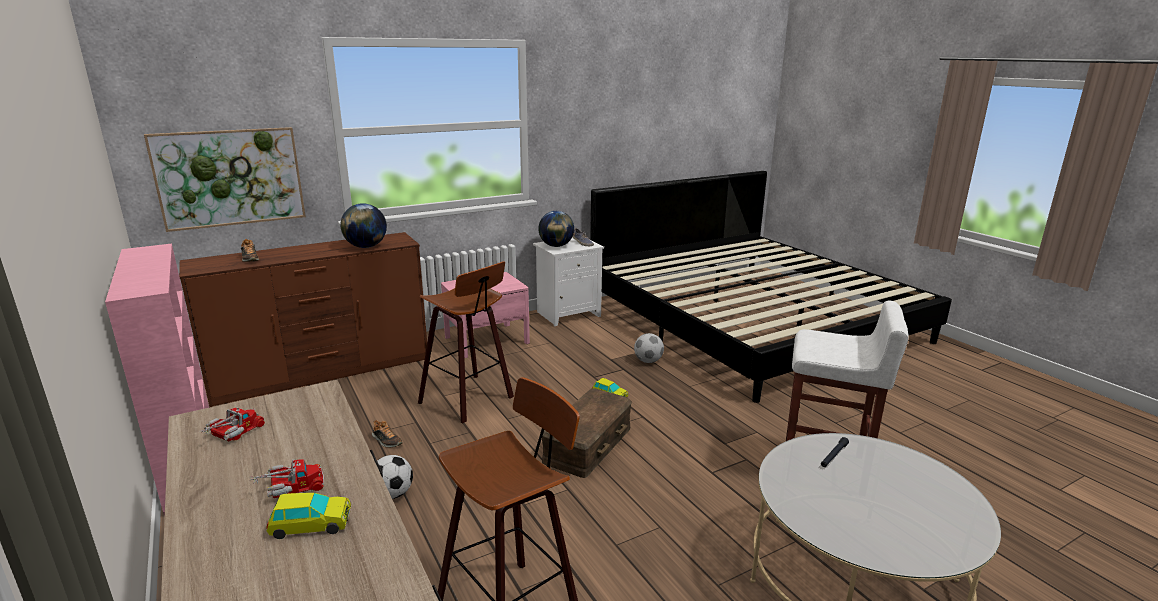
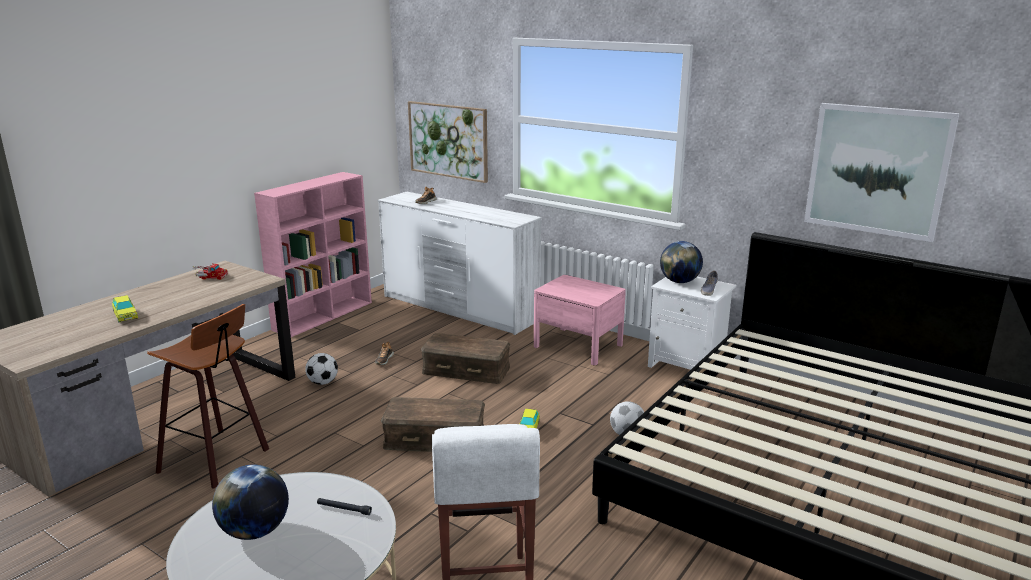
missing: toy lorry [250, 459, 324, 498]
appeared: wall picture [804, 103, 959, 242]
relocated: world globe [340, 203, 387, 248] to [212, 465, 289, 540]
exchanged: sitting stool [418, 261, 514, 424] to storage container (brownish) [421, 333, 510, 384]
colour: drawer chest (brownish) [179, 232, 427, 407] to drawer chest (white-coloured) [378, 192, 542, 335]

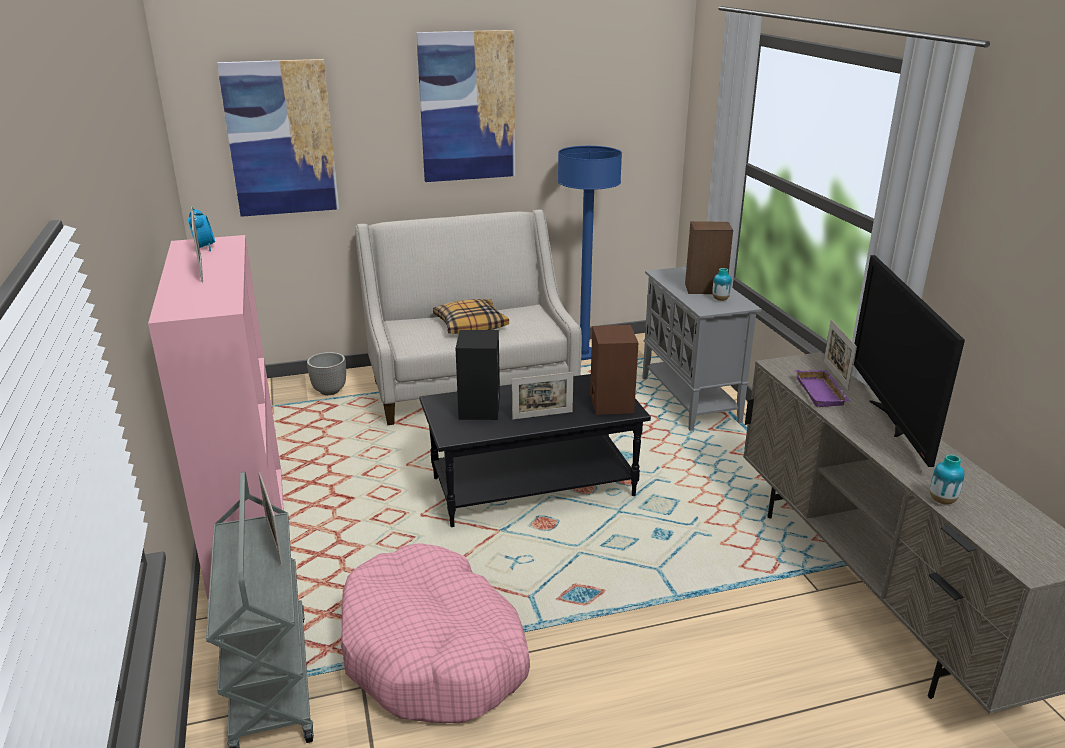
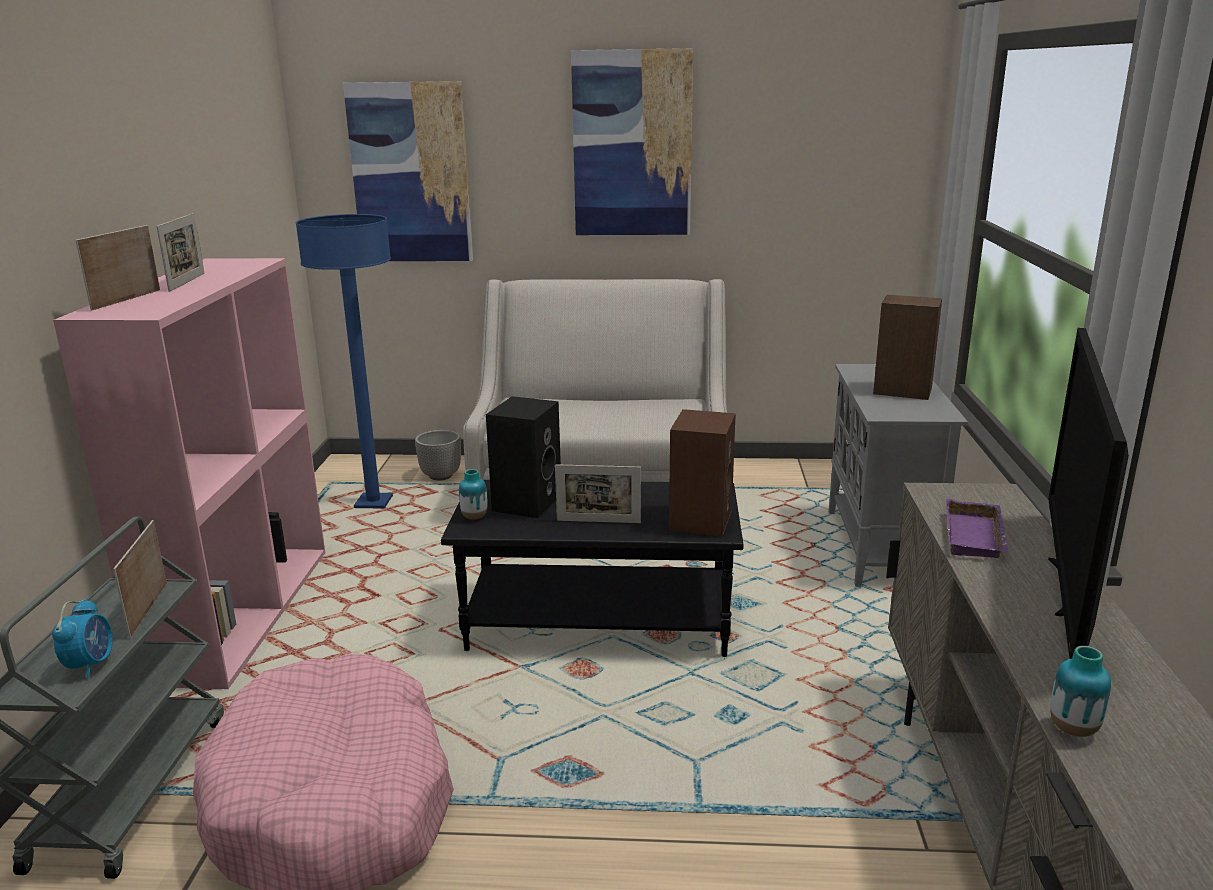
missing: cushion [433, 299, 509, 334]
relocated: table clock [187, 207, 215, 251] to [52, 598, 113, 678]; floor lamp (blue-coloured) [558, 146, 622, 360] to [295, 214, 393, 509]; decorative vase [713, 268, 732, 301] to [459, 469, 488, 519]; photo frame [824, 320, 857, 391] to [76, 225, 160, 311]

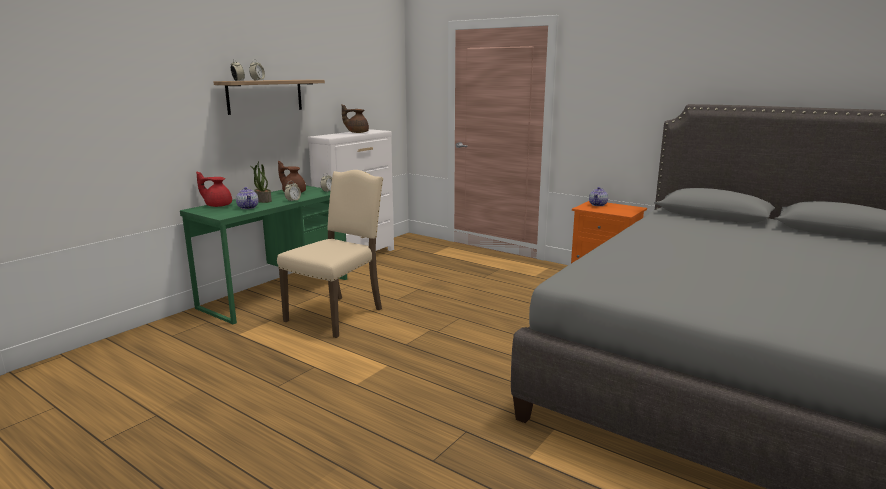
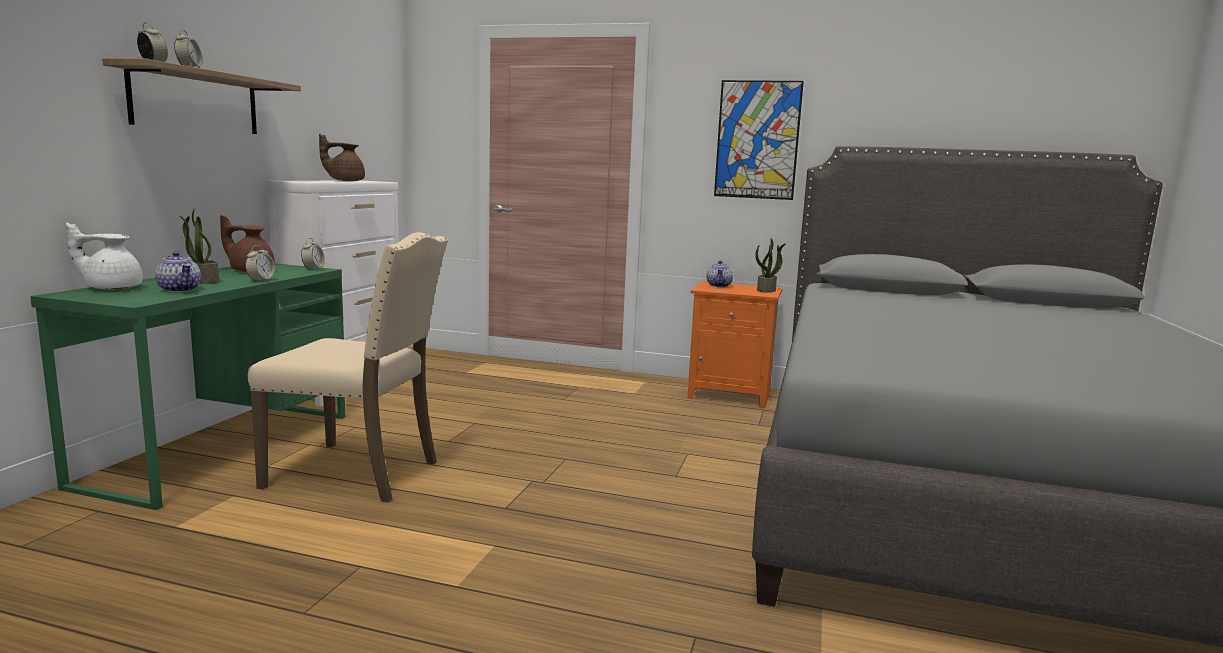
appeared: wall picture [714, 80, 804, 200]; houseplant [755, 238, 785, 293]
colour: pot for tea (red) [196, 171, 232, 207] to pot for tea (white-coloured) [66, 223, 143, 290]
spun: plain chair (beige) [277, 170, 383, 338] = [248, 232, 448, 502] 90 degrees clockwise

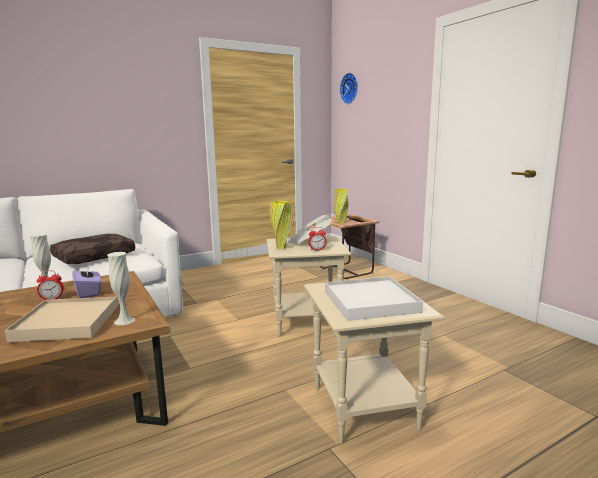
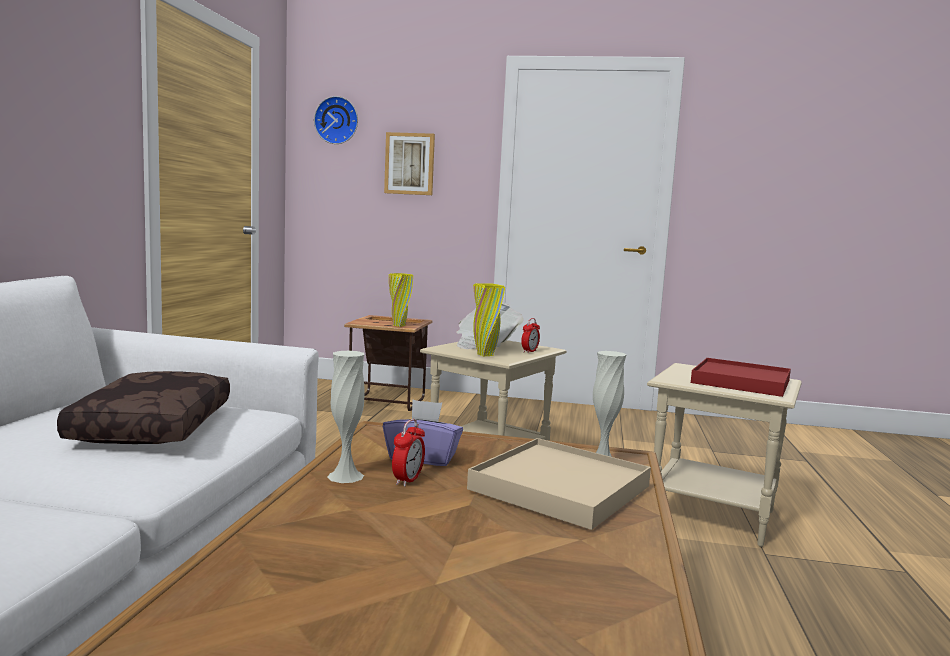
appeared: wall picture [384, 132, 435, 195]
colour: carrying tray (white-coloured) [325, 277, 423, 321] to carrying tray (red) [691, 358, 791, 397]

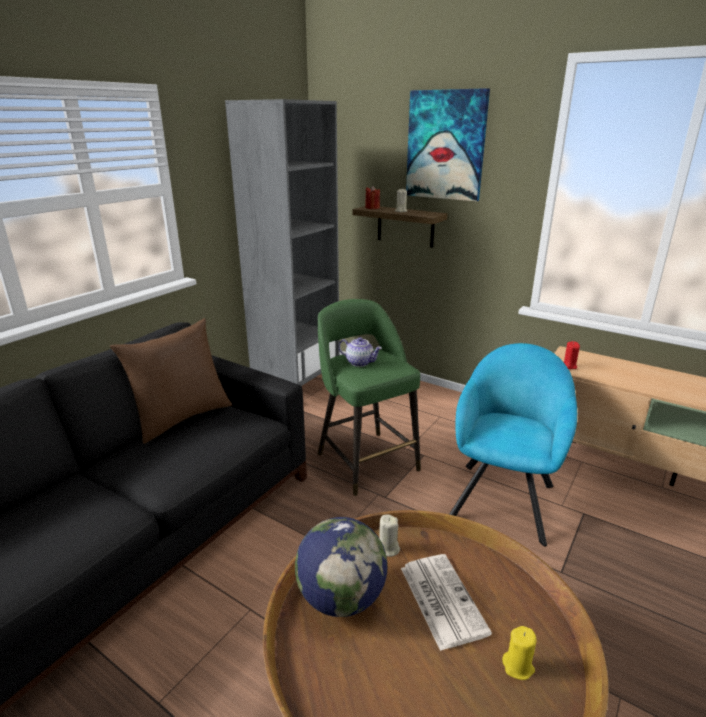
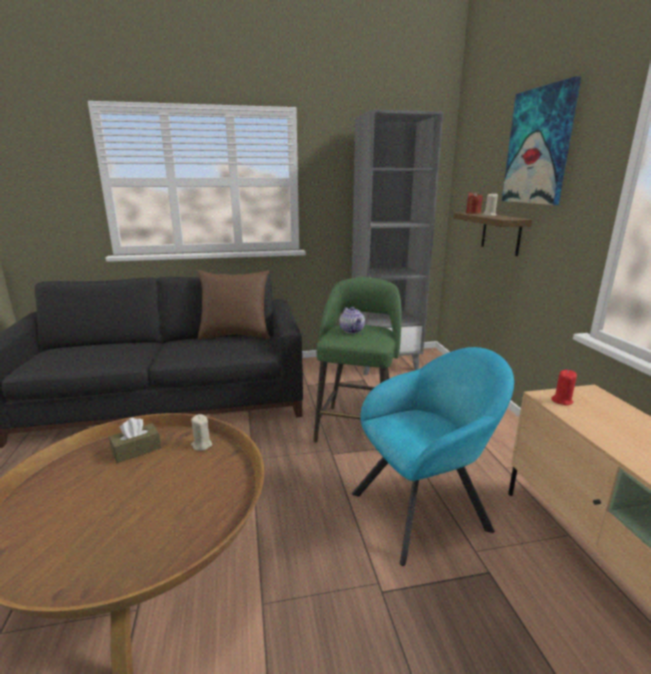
missing: newspaper [401, 554, 492, 651]; candle (yellowish) [502, 626, 536, 680]
exchanged: world globe [295, 517, 387, 617] to tissue holder (brownish) [109, 417, 161, 463]

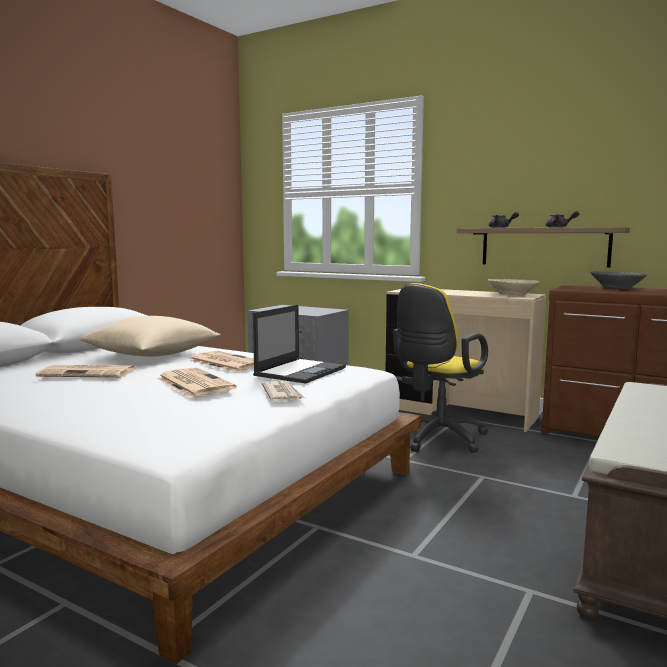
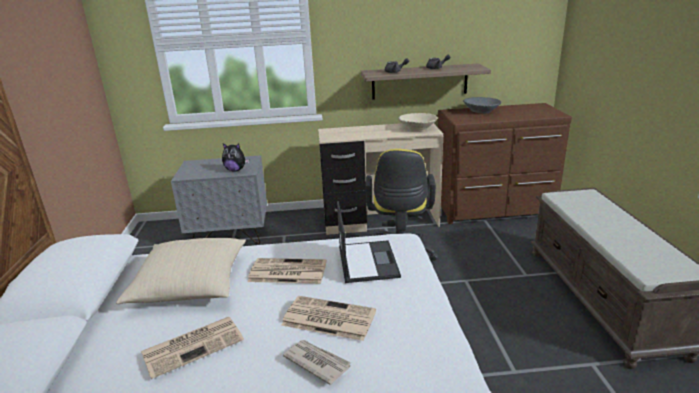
appeared: soft toy [222, 143, 249, 171]
relocated: newspaper [262, 381, 305, 401] to [283, 340, 351, 385]

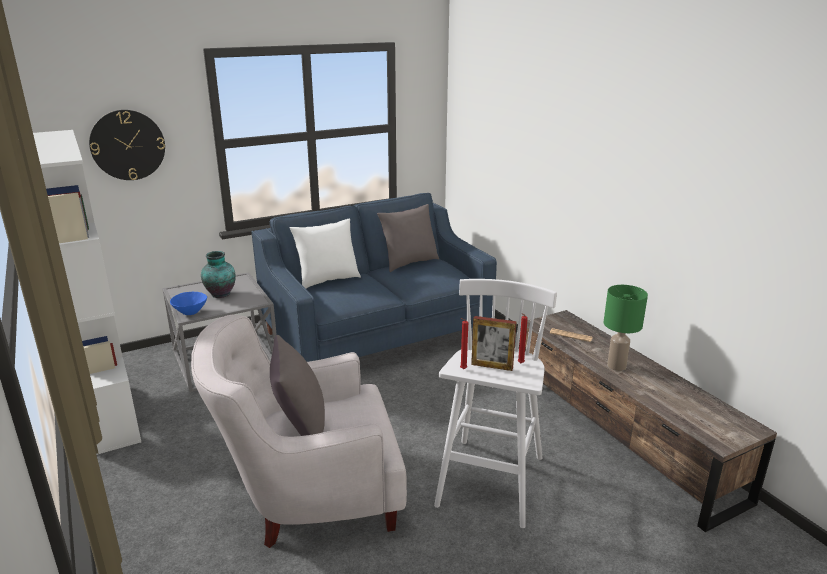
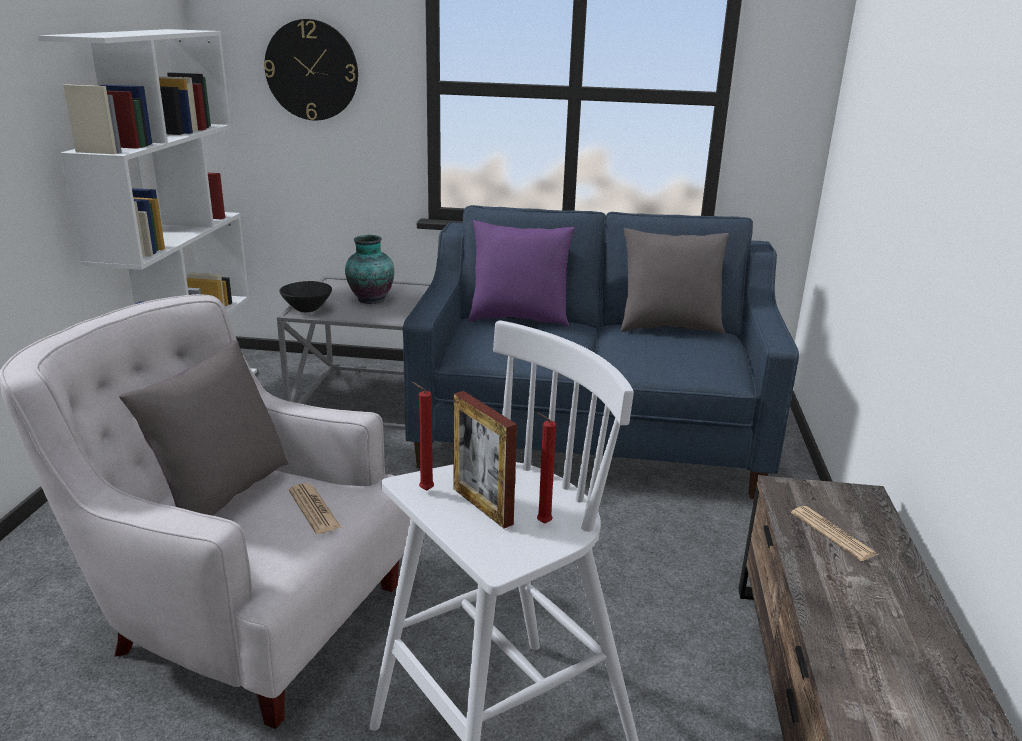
missing: table lamp (green) [603, 285, 648, 371]
appeared: newspaper [289, 483, 342, 534]
colour: serving bowl (blue-coloured) [170, 292, 207, 315] to serving bowl (black) [279, 281, 332, 312]; cushion (white-coloured) [290, 219, 361, 289] to cushion (purple) [469, 220, 575, 327]

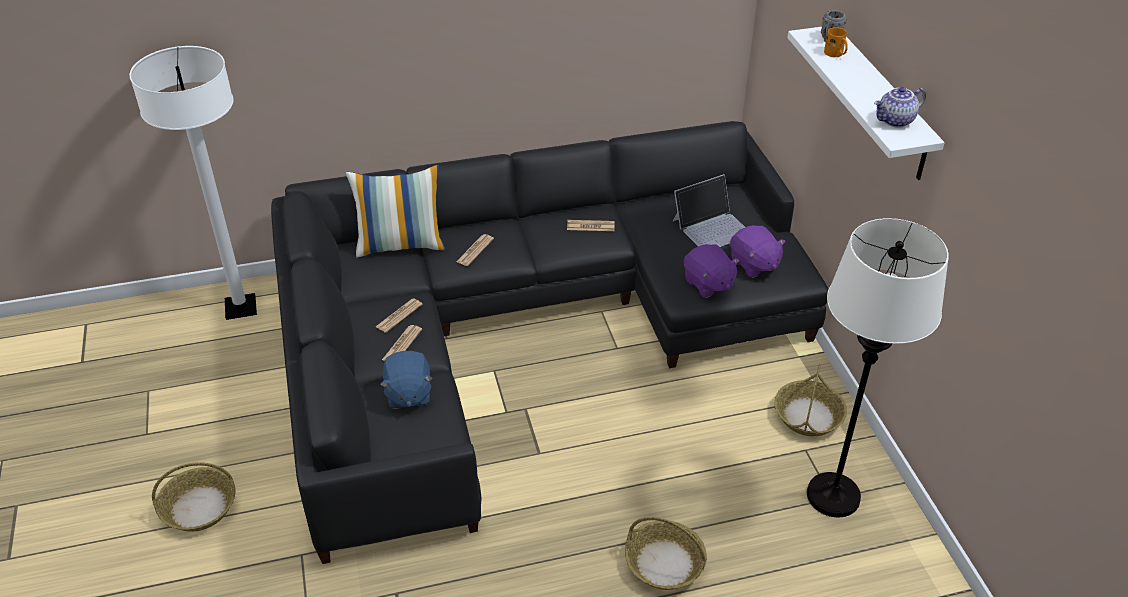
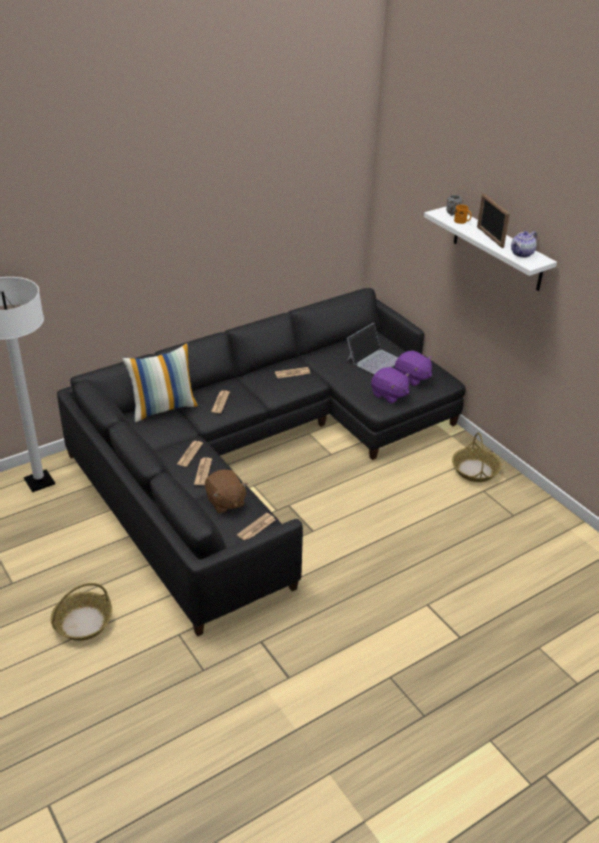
missing: household basket [625, 517, 707, 590]; floor lamp (white-coloured) [807, 218, 949, 517]
appeared: newspaper [237, 513, 275, 540]; photo frame [477, 194, 510, 248]
colour: soft toy (blue-coloured) [380, 351, 433, 409] to soft toy (brownish) [205, 470, 248, 514]

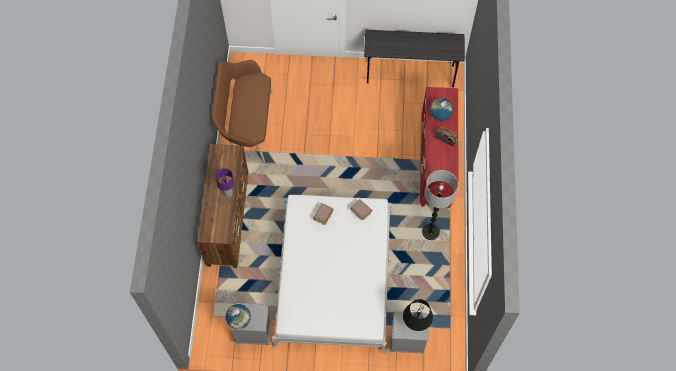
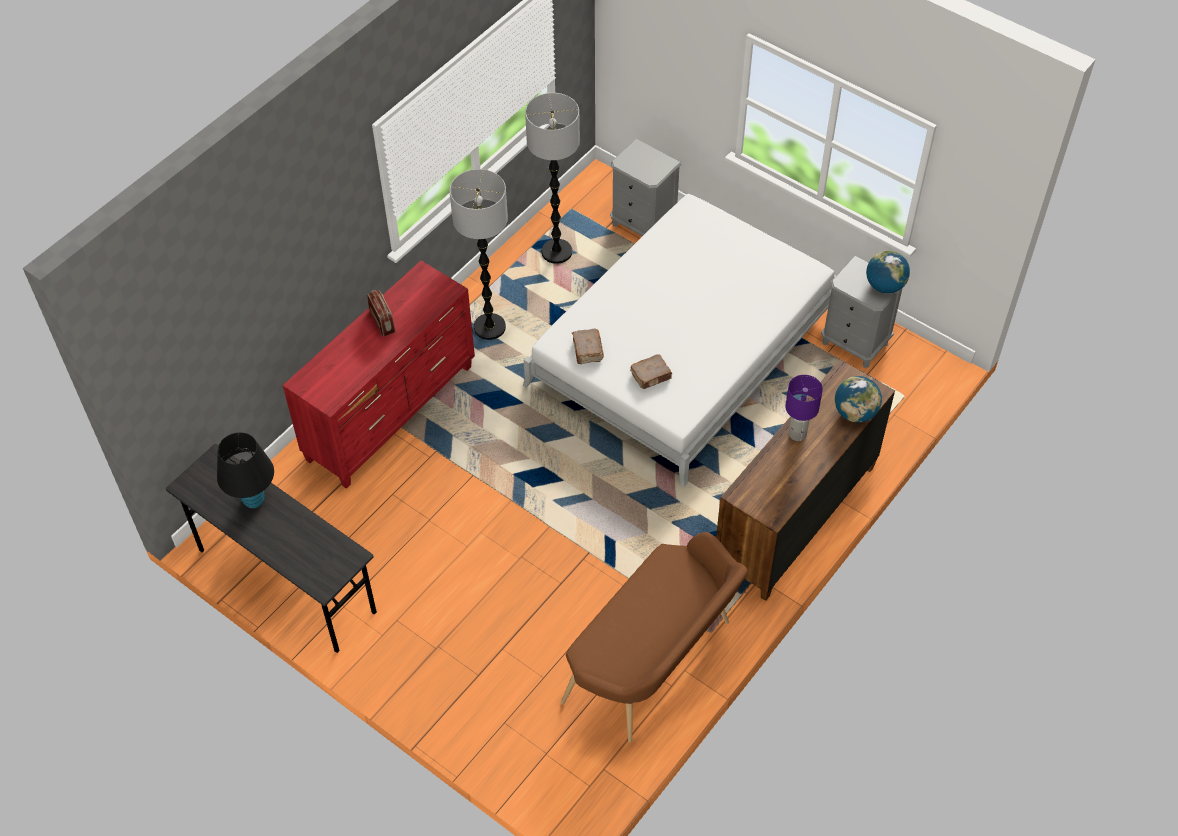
appeared: floor lamp [525, 93, 580, 264]
relocated: table lamp (black) [403, 299, 433, 331] to [217, 432, 274, 508]; world globe [430, 98, 453, 121] to [835, 376, 882, 423]

